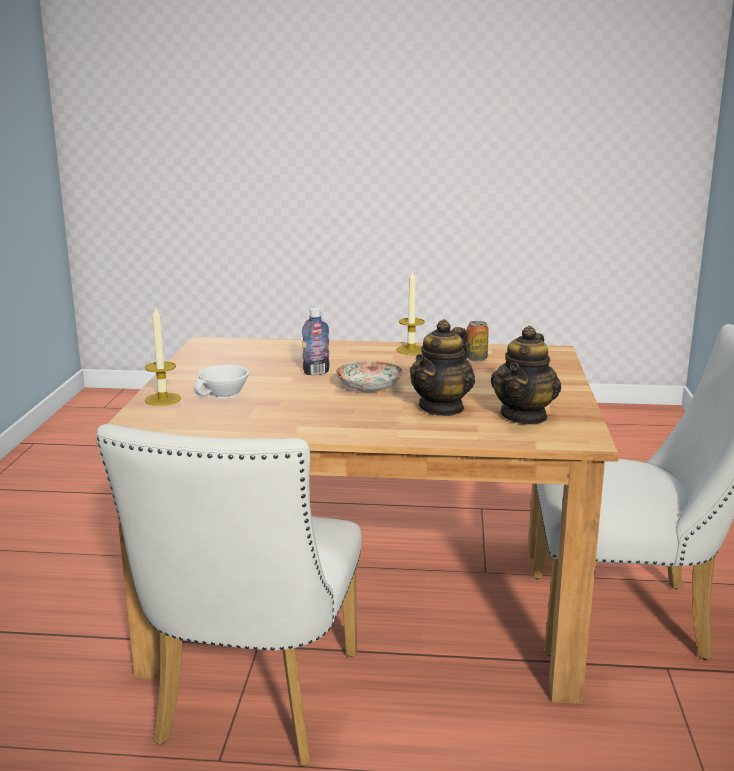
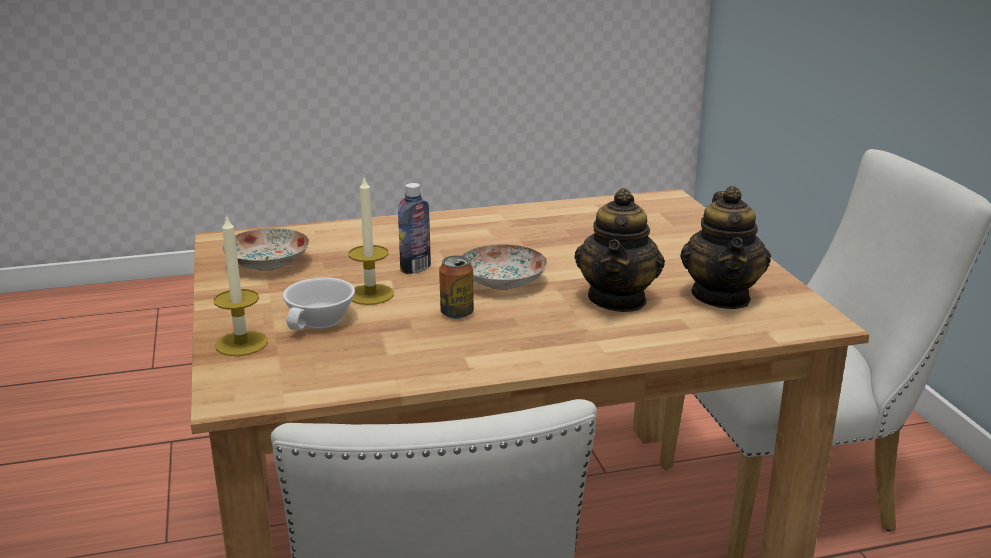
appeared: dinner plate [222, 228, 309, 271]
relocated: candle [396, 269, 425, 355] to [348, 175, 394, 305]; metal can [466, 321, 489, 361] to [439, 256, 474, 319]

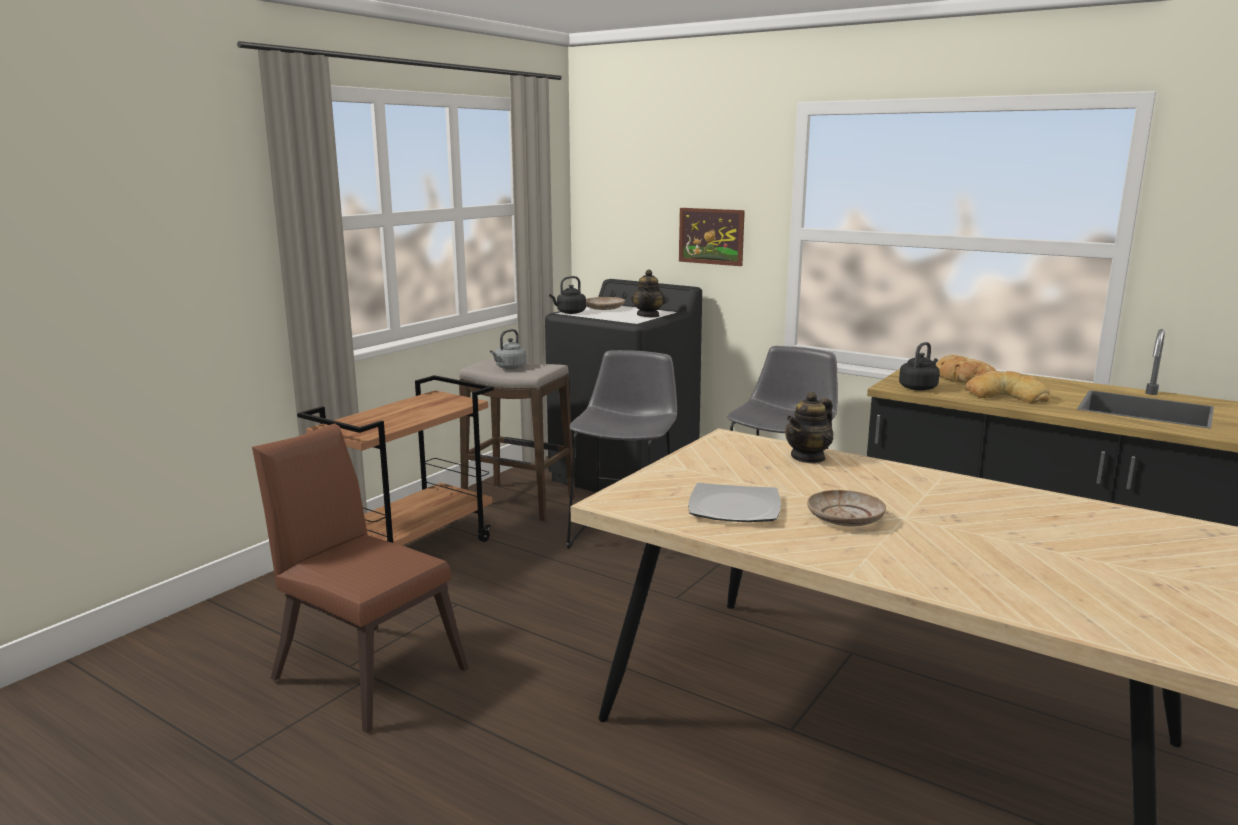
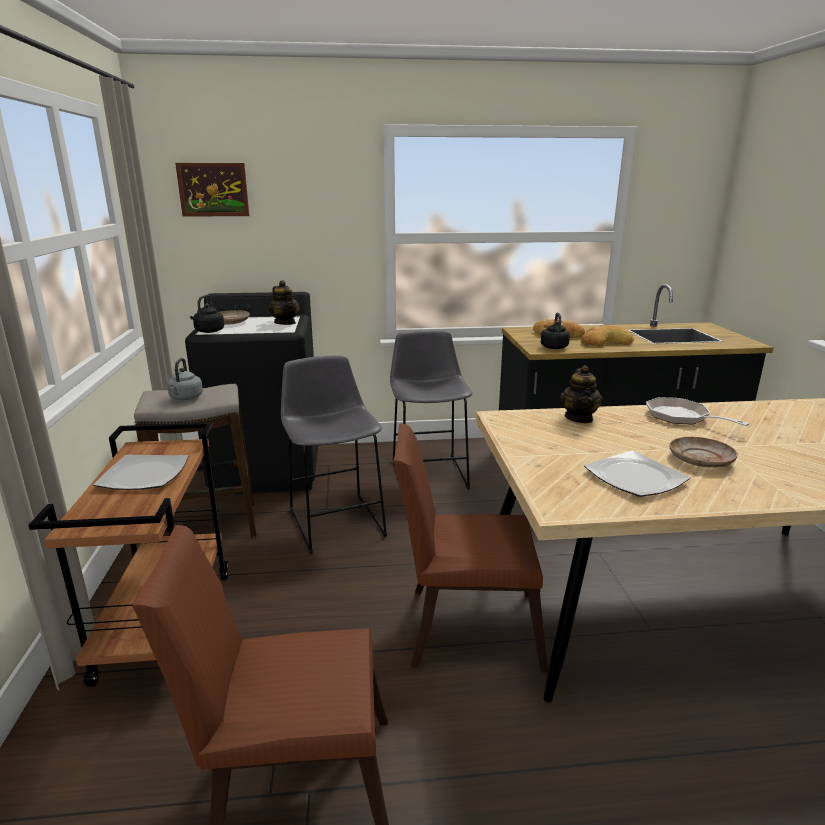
appeared: dinner plate [94, 455, 189, 490]; plain chair (brownish) [394, 423, 548, 673]; frying pan [646, 397, 749, 426]
relocated: wall picture [679, 208, 745, 266] to [175, 163, 249, 217]

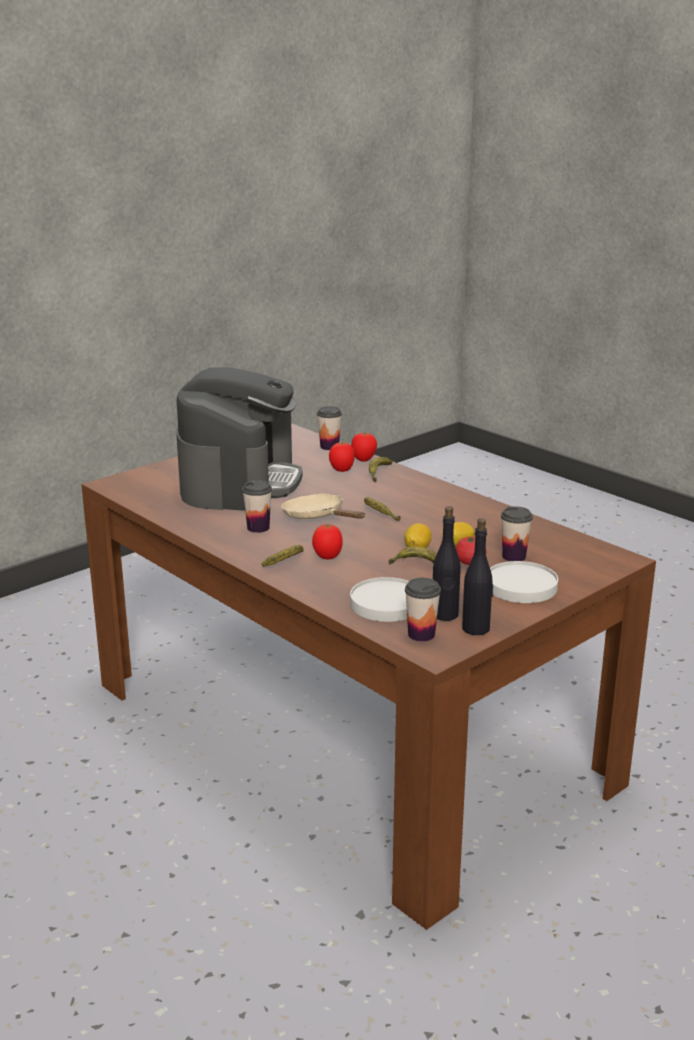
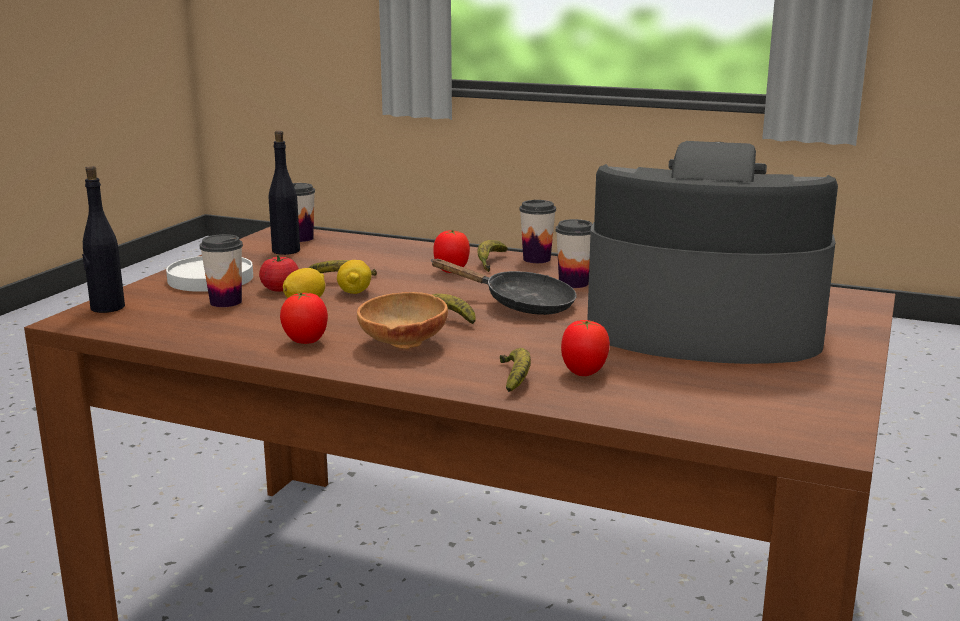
missing: dinner plate (white-coloured) [350, 577, 409, 622]
appeared: serving bowl (brownish) [357, 292, 448, 349]
relocated: small cup [317, 406, 342, 450] to [519, 200, 556, 263]; fresh tomato [351, 433, 377, 462] to [280, 292, 328, 344]; drink bottle (black) [462, 518, 493, 635] to [82, 166, 125, 313]
colour: frying pan (beige) [281, 494, 365, 519] to frying pan (black) [431, 259, 577, 315]
spun: coffee brewer [176, 367, 303, 511] = [587, 141, 838, 364] 120 degrees clockwise

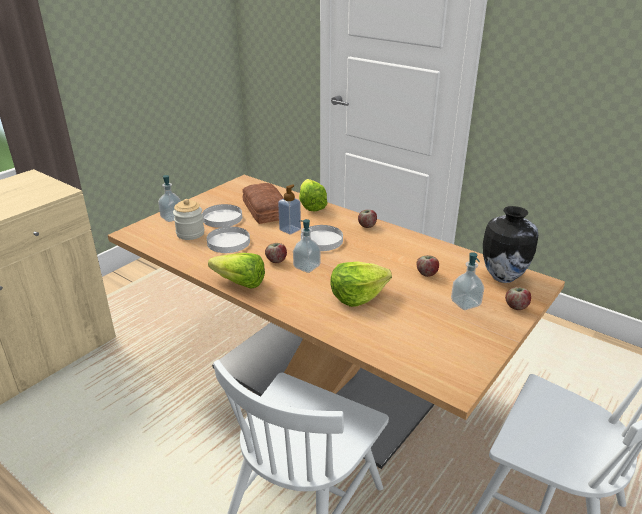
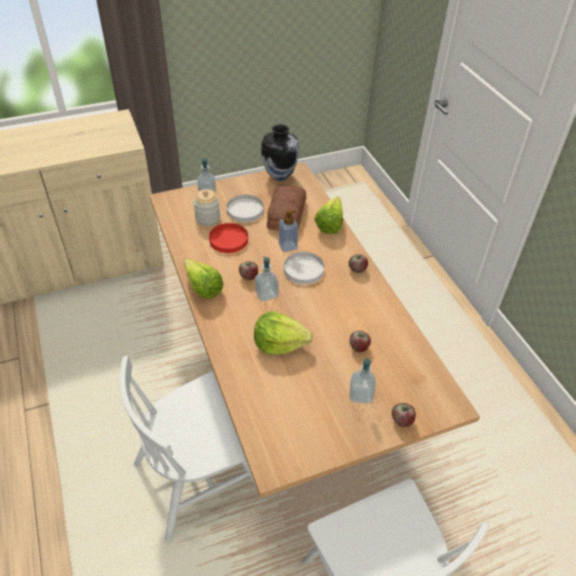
relocated: decorative vase [483, 206, 538, 283] to [261, 124, 299, 181]
colour: dinner plate (white-coloured) [207, 227, 250, 253] to dinner plate (red) [209, 223, 248, 253]

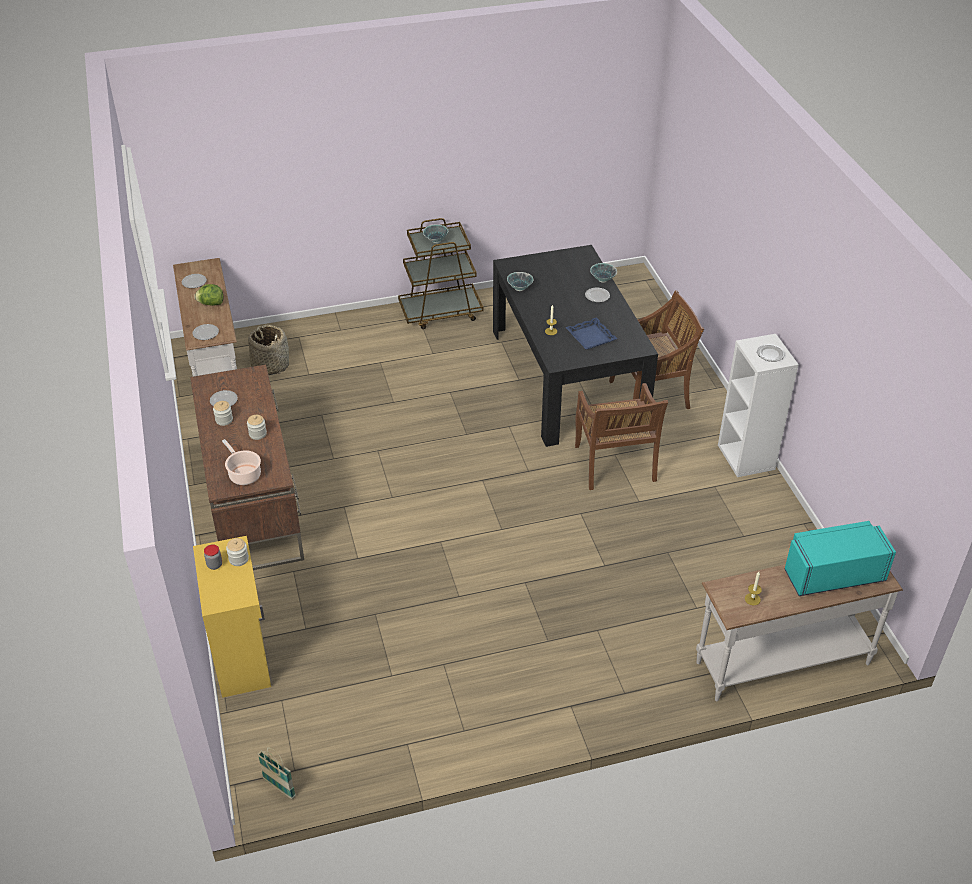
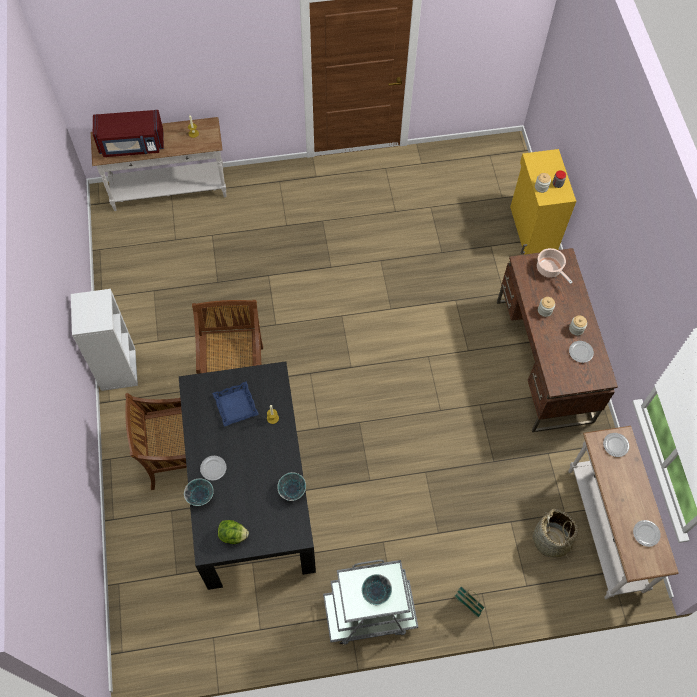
missing: dinner plate [757, 344, 785, 362]
relocated: head of lettuce [195, 284, 223, 306] to [218, 520, 249, 544]; household basket [258, 748, 296, 799] to [455, 586, 485, 617]
colour: wheeled cart (brownish) [398, 218, 483, 329] to wheeled cart (greyish) [323, 560, 418, 645]; microwave (turquoise) [785, 521, 896, 596] to microwave (red) [93, 110, 164, 157]

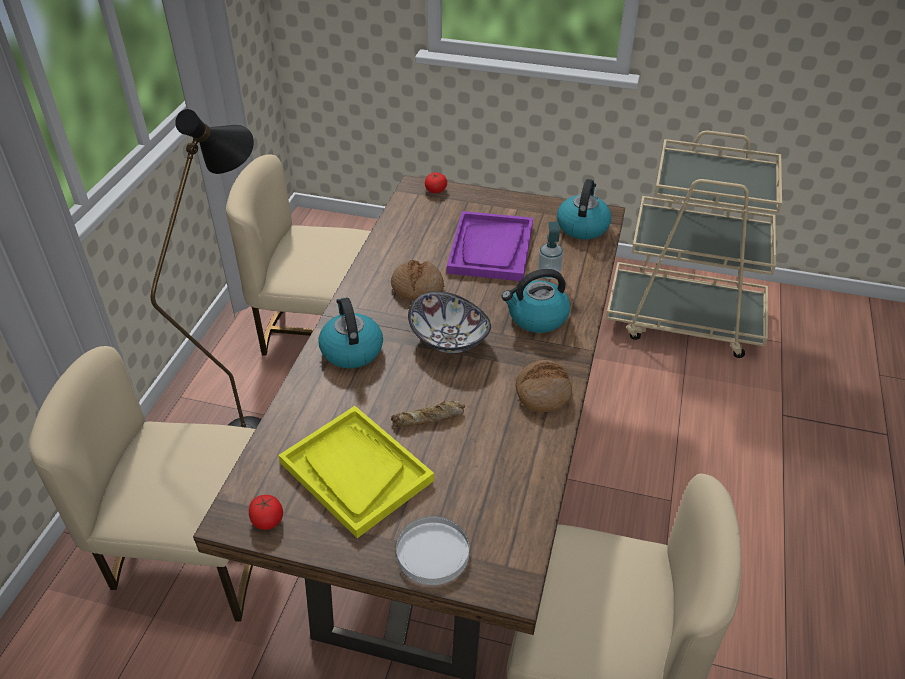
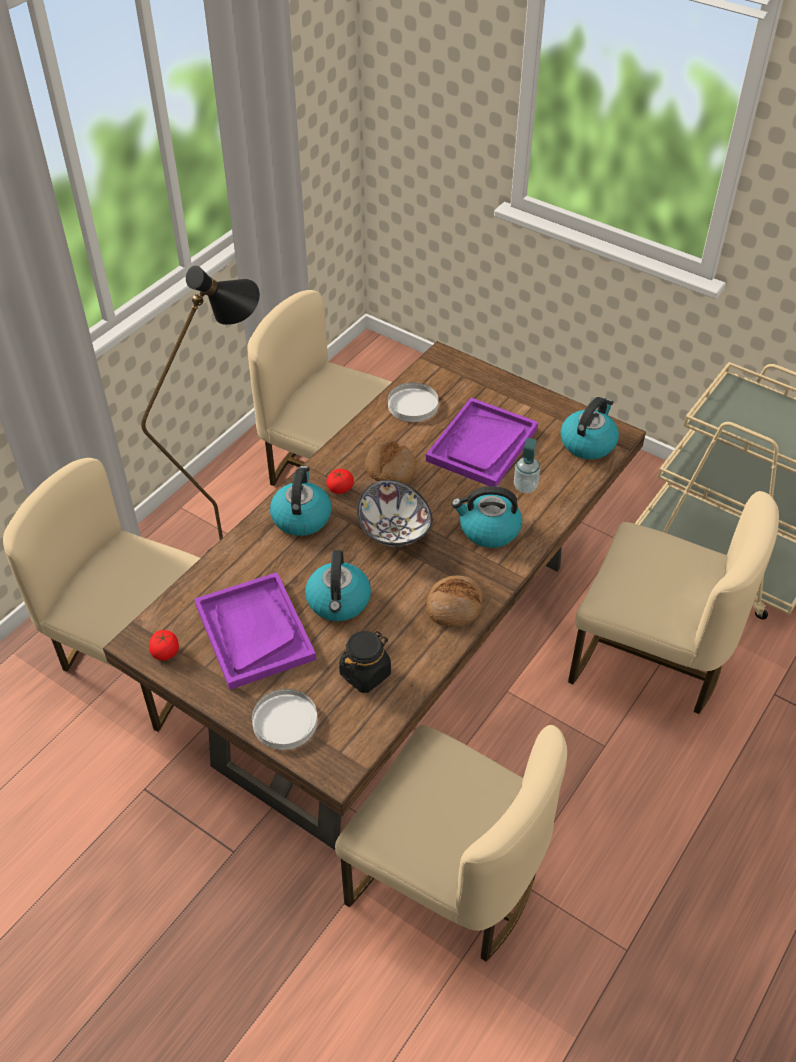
appeared: preserve jar (black) [339, 631, 391, 693]; dinner plate (white-coloured) [388, 383, 439, 422]; plain chair (beige) [568, 491, 779, 714]
relocated: fresh tomato [425, 172, 447, 193] to [326, 469, 354, 494]
exchanged: baked bread [391, 401, 465, 427] to tea kettle [305, 550, 371, 621]
colour: carrying tray (yellowish) [278, 406, 434, 538] to carrying tray (purple) [194, 572, 316, 690]

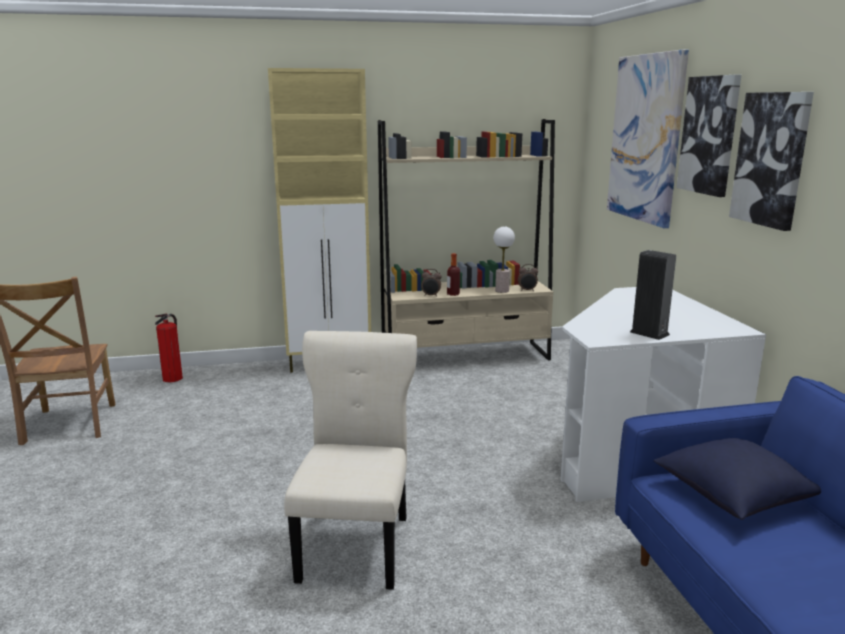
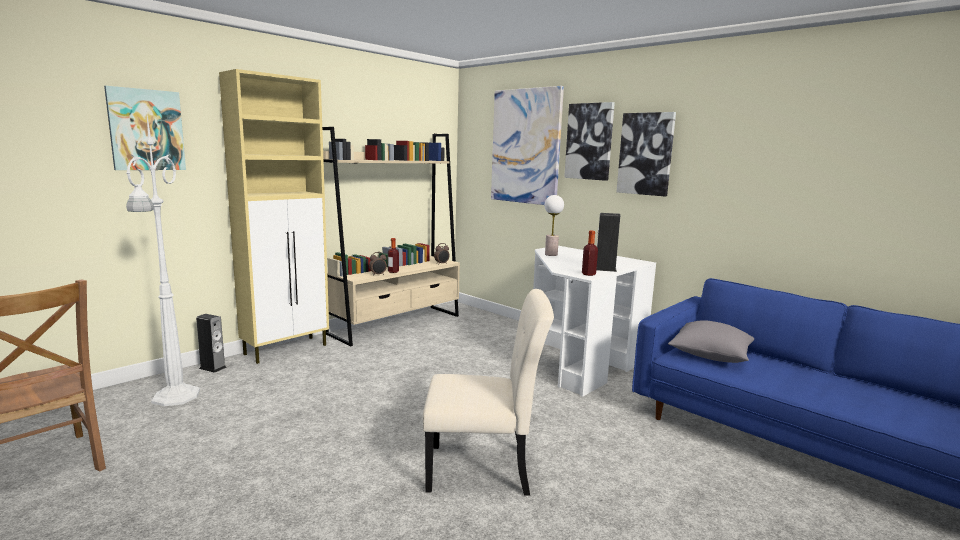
missing: extinguisher [155, 314, 183, 382]
appeared: wall picture [104, 86, 186, 170]; floor lamp (white-coloured) [126, 109, 200, 406]; audio speaker [196, 314, 227, 373]; drink bottle [582, 231, 598, 276]
relocated: table lamp [493, 226, 515, 293] to [545, 195, 564, 256]
colour: cushion (blue-coloured) [654, 438, 821, 520] to cushion (greyish) [668, 320, 754, 363]
spun: plain chair (beige) [284, 331, 417, 590] = [423, 289, 554, 496] 120 degrees clockwise

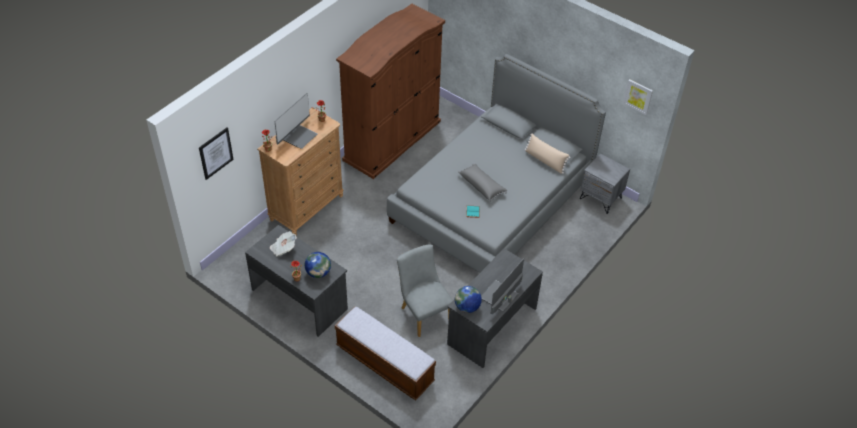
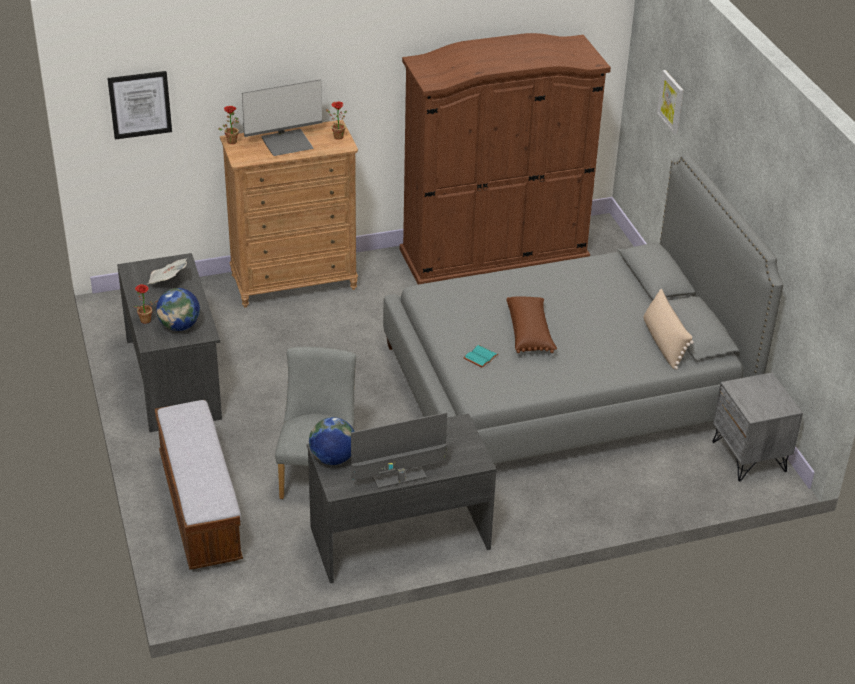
relocated: wall picture [623, 79, 653, 115] to [657, 70, 683, 134]
colour: cushion (greyish) [458, 164, 507, 202] to cushion (brownish) [506, 296, 557, 353]

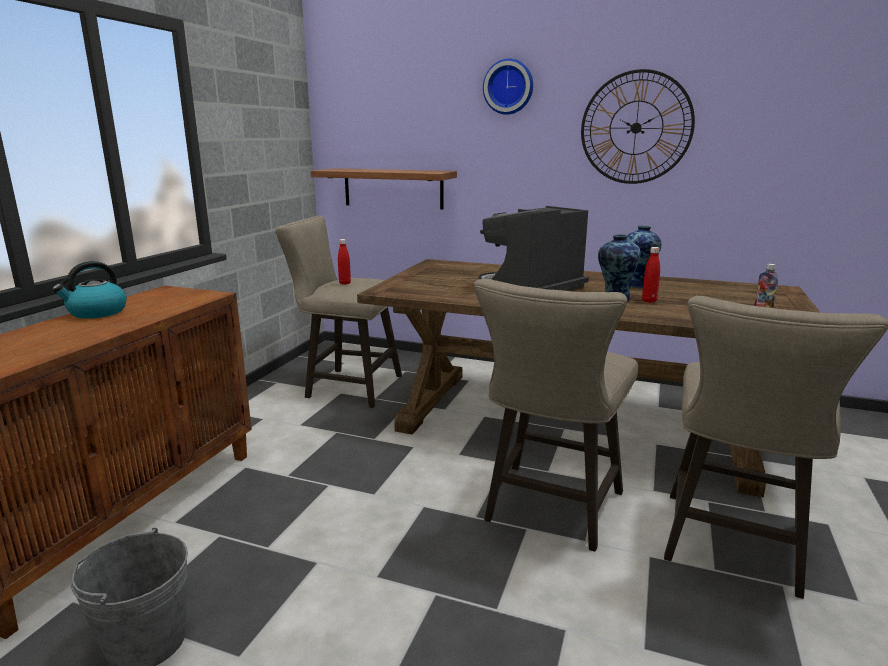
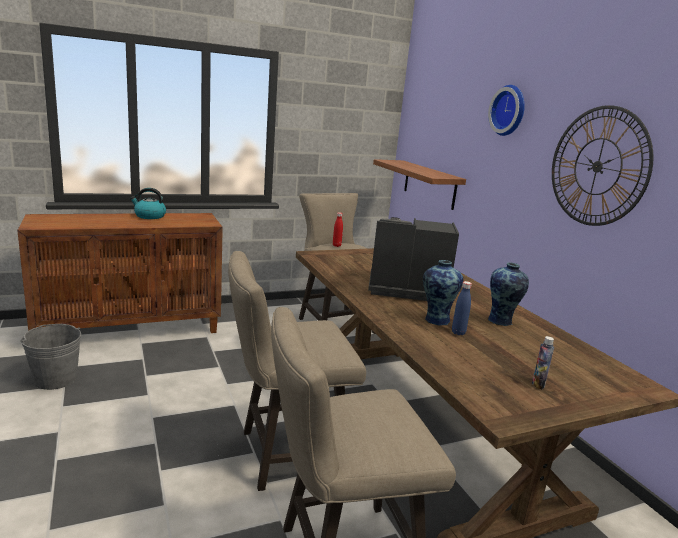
colour: drink bottle (red) [642, 247, 660, 303] to drink bottle (blue-coloured) [452, 281, 472, 335]

